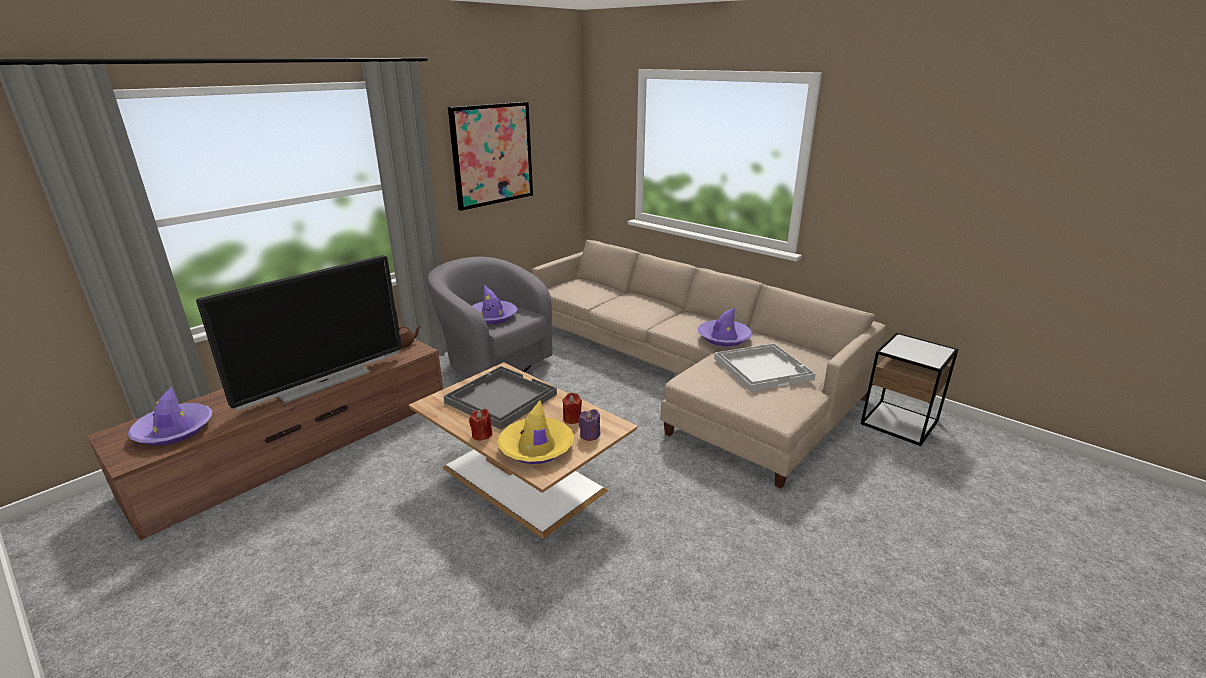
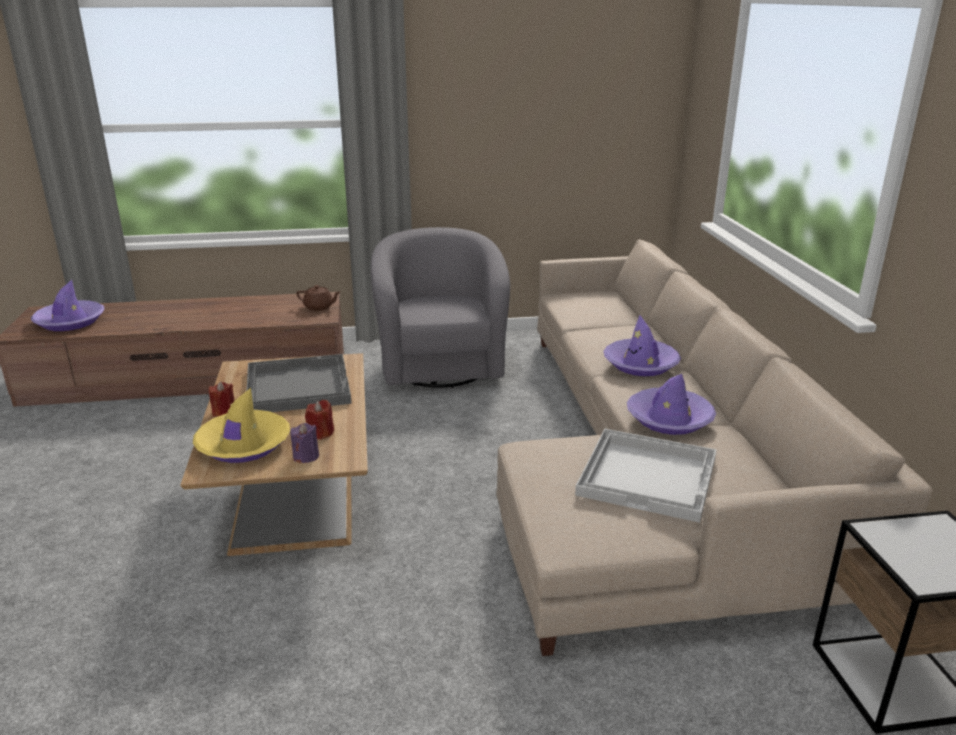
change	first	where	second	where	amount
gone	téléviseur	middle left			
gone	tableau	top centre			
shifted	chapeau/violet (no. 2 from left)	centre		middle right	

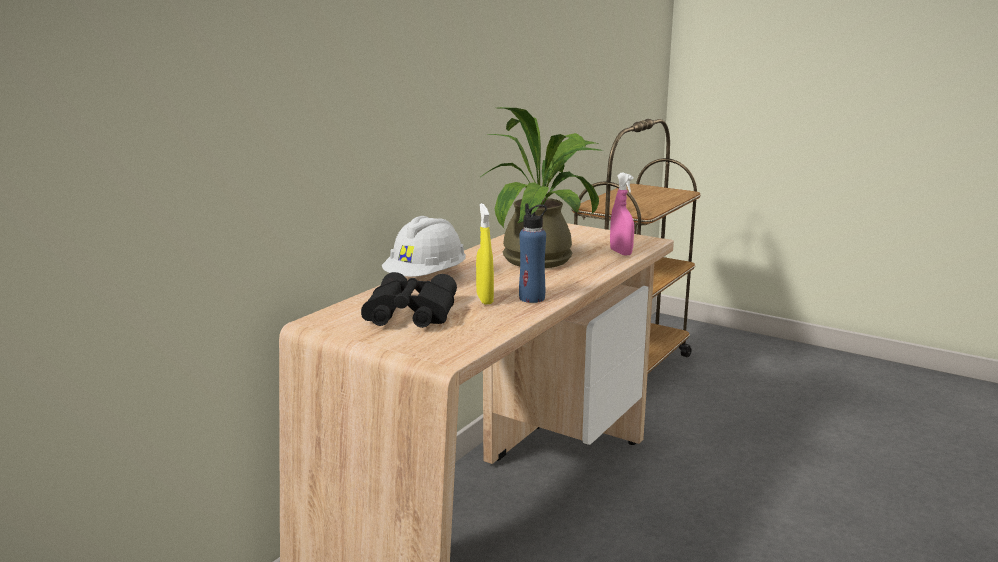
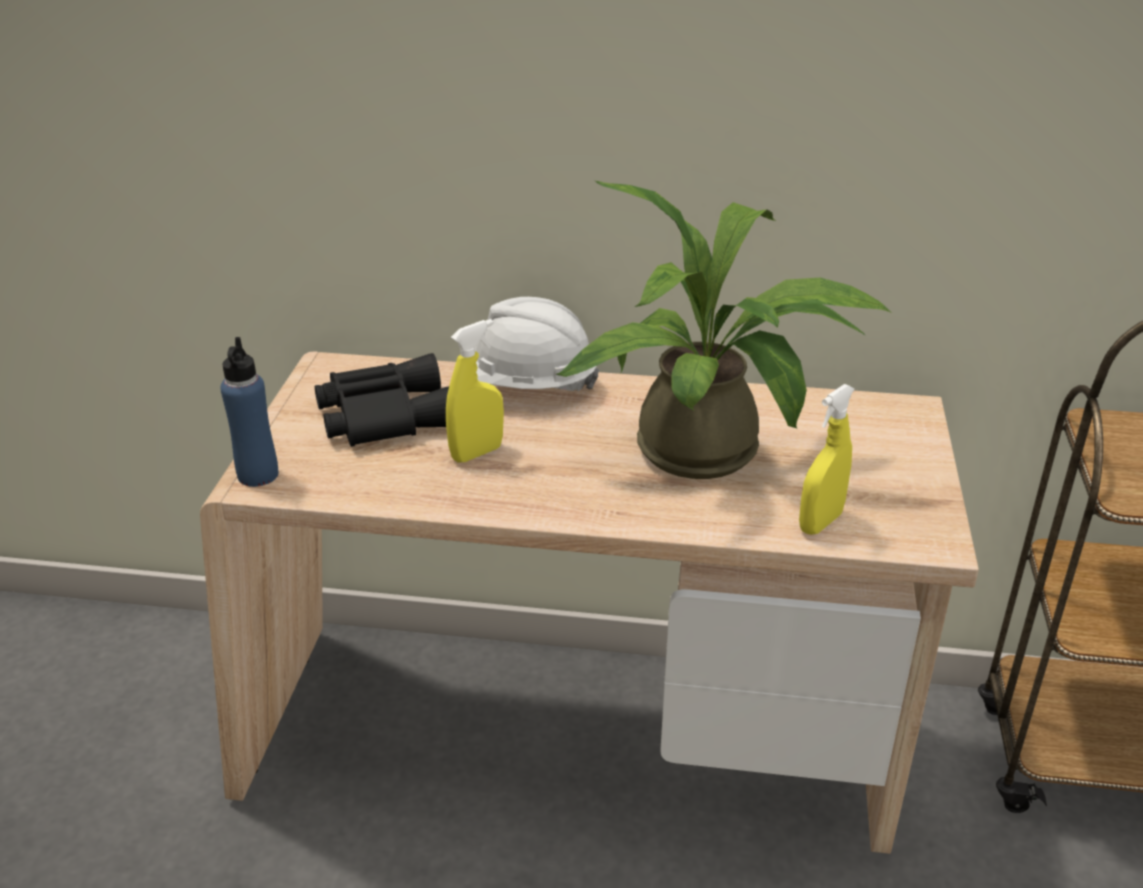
change	first	where	second	where	amount
shifted	bouteille/bleu	centre		middle left	
repainted	vaporisateur/rose	centre	vaporisateur/jaune (no. 2 from left)	middle right	

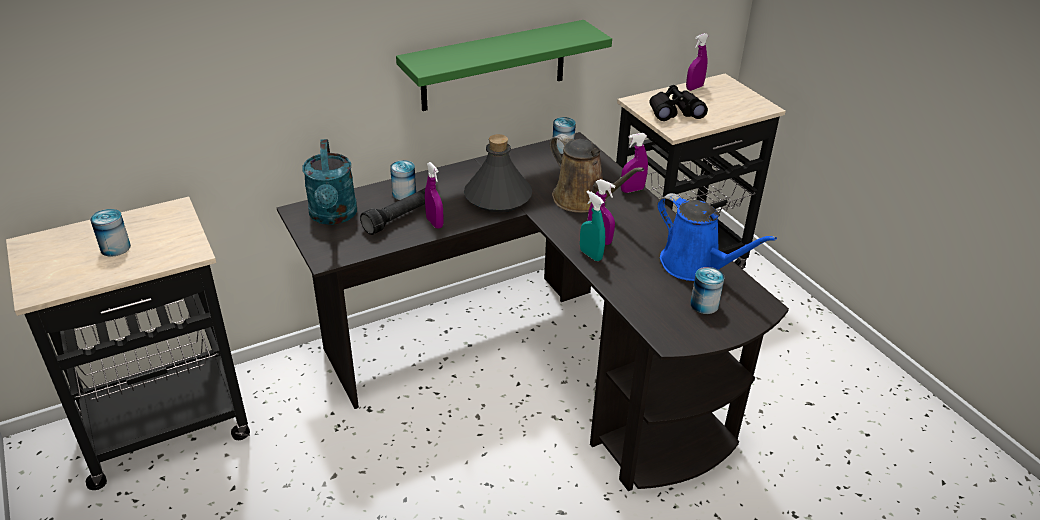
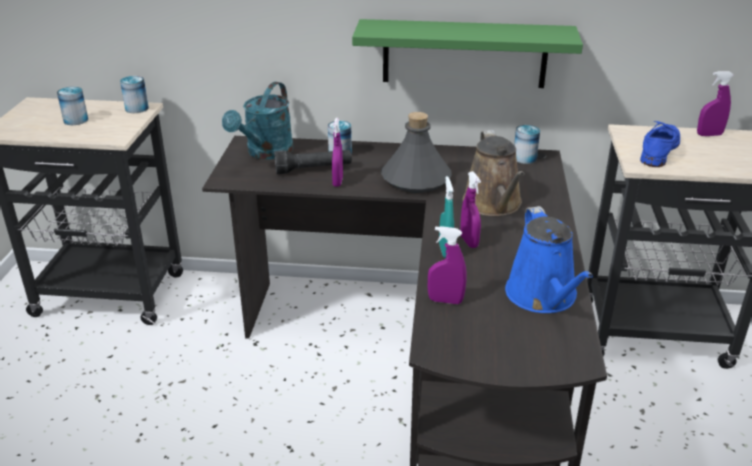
change	first	where	second	where	amount
shifted	vaporisateur/violet (no. 3 from left in the first image)	top centre	vaporisateur/violet (no. 2 from left)	centre	
swapped	jumelles/noir	top centre	chaussure/bleu	top right	
shifted	boîte métallique (no. 4 from left in the first image)	middle right	boîte métallique (no. 2 from left)	top left	

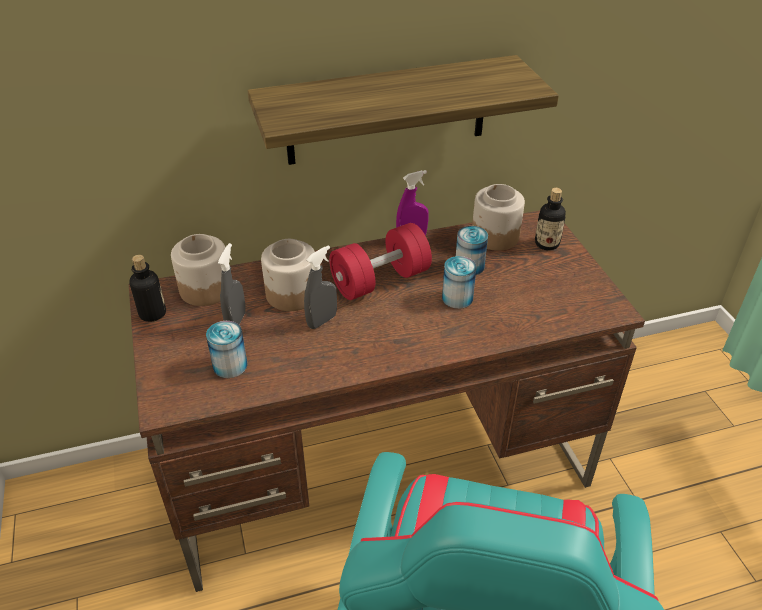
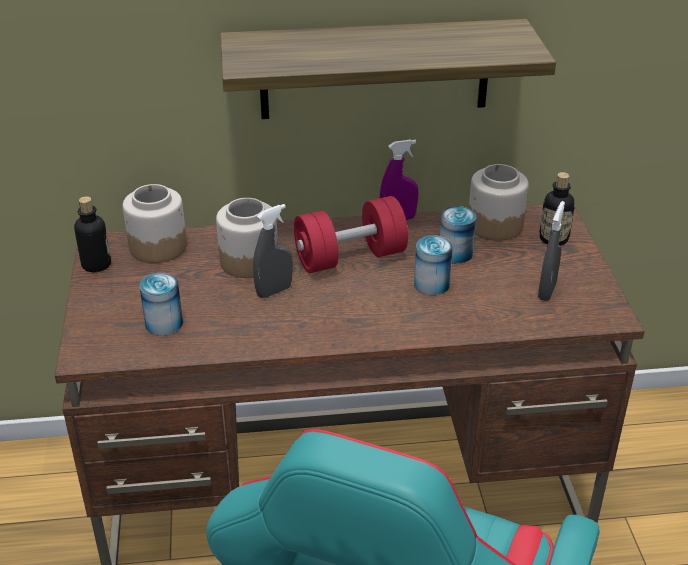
change	first	where	second	where	amount
shifted	vaporisateur/gris (no. 1 from left in the first image)	middle left	vaporisateur/gris (no. 2 from left)	middle right	

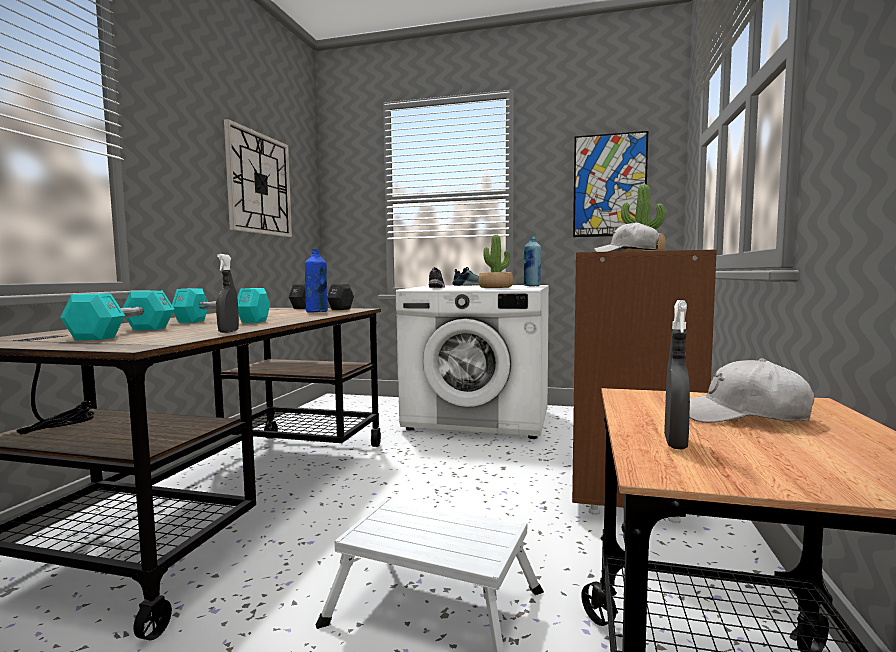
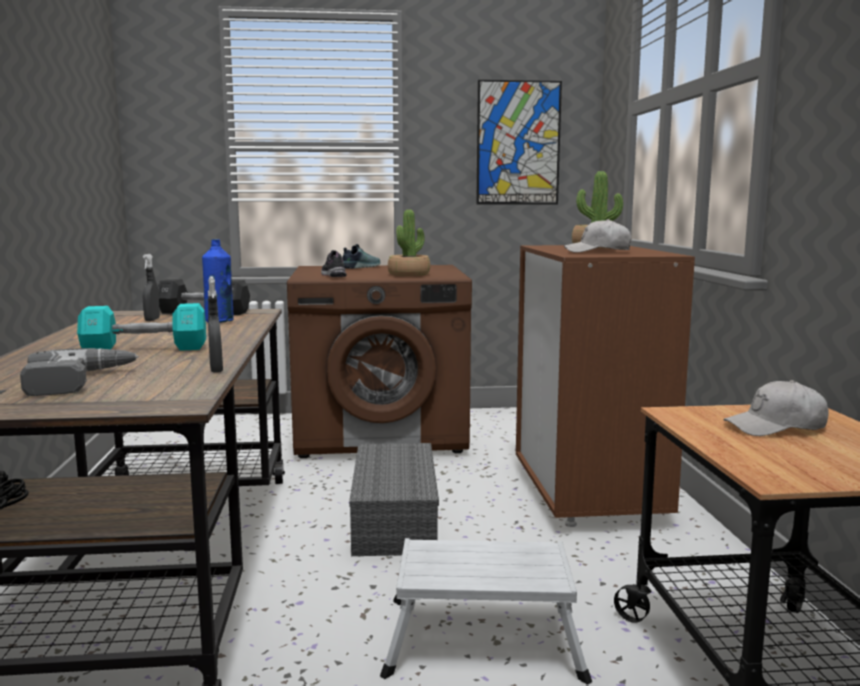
change	first	where	second	where	amount
swapped	haltère/turquoise (no. 1 from left)	middle left	perceuse	middle left	
gone	horloge murale	top left			
repainted	lave-linge/blanc	centre	lave-linge/marron	centre	
gone	bouteille/bleu (no. 2 from left)	centre			
shifted	vaporisateur/gris (no. 2 from left in the first image)	middle right	vaporisateur/gris (no. 1 from left)	middle left	
new			boîte de rangement/gris	bottom centre	

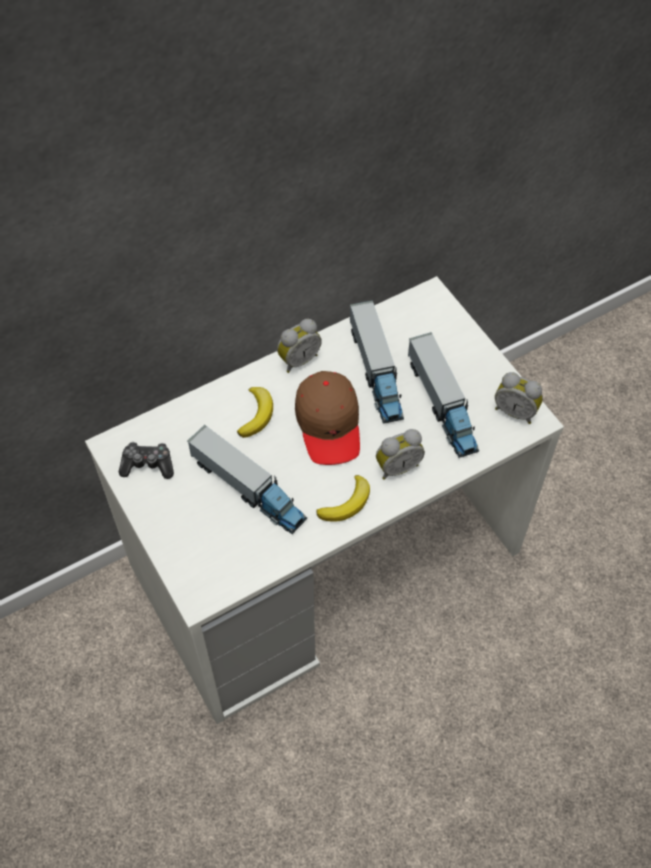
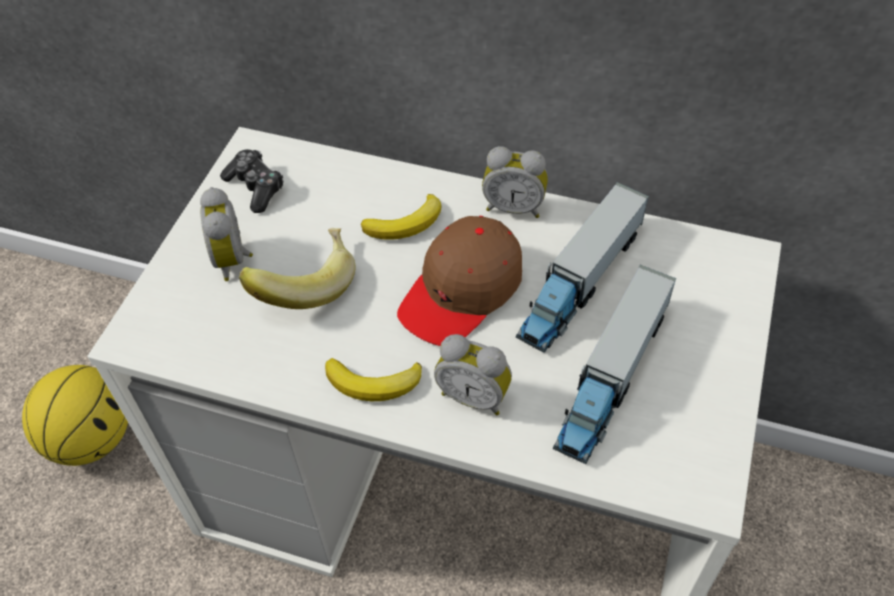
change	first	where	second	where	amount
swapped	camion jouet (no. 1 from left)	centre	banane (no. 1 from left)	middle left	
shifted	réveil (no. 3 from left in the first image)	middle right	réveil (no. 1 from left)	middle left	
new			ballon de basket	bottom left	

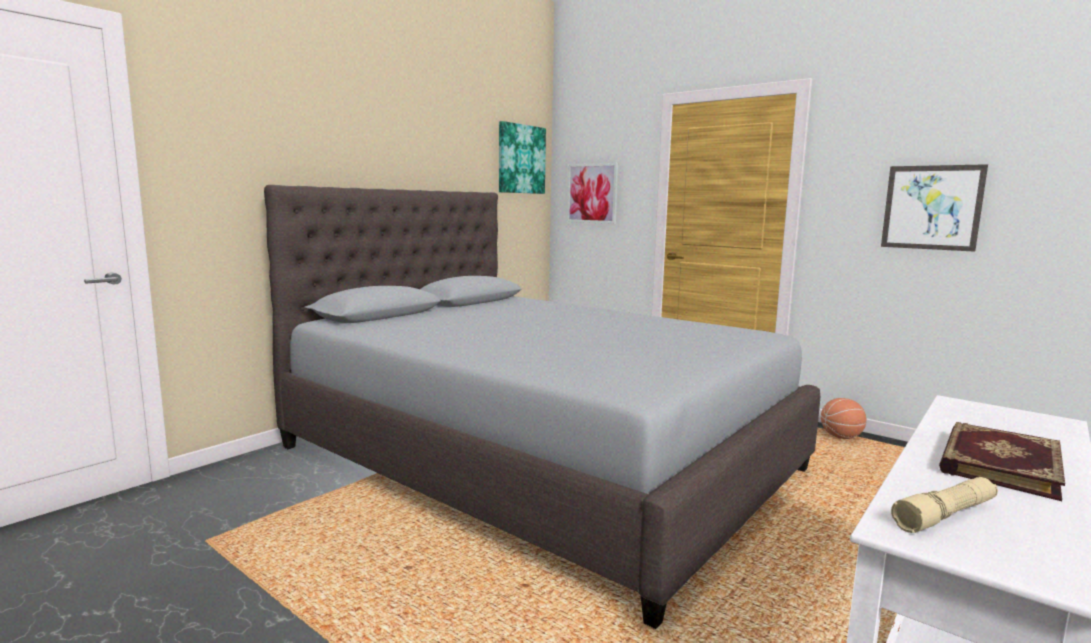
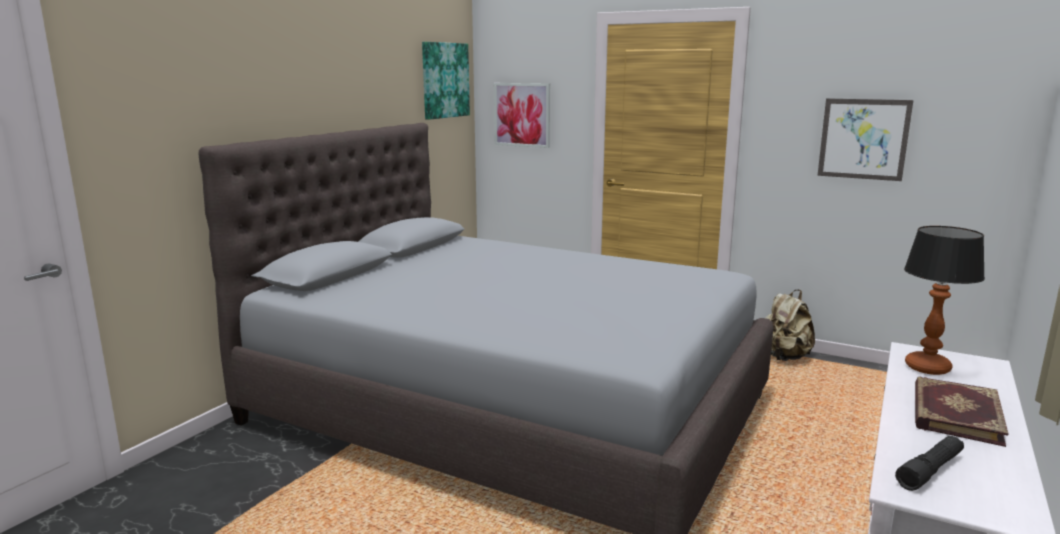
change	first	where	second	where	amount
swapped	ballon de basket	middle right	sac à dos/beige	middle right	
repainted	lampe de poche/beige	bottom right	lampe de poche/noir	bottom right	
new			lampe de table	middle right	

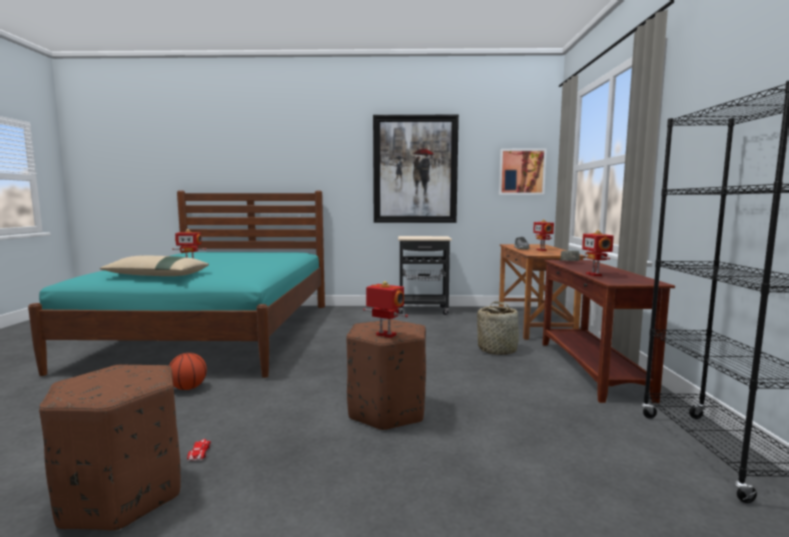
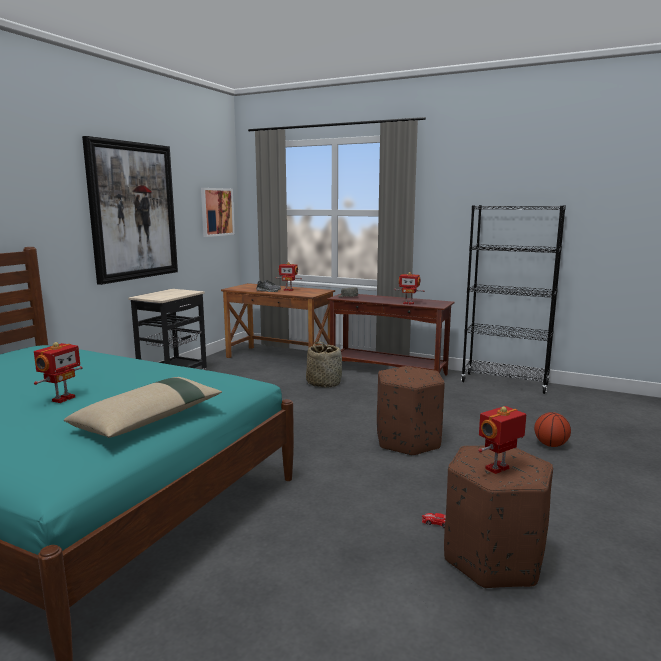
change	first	where	second	where	amount
shifted	ballon de basket	bottom left		middle right	
shifted	robot jouet (no. 2 from left in the first image)	centre	robot jouet (no. 4 from left)	middle right	

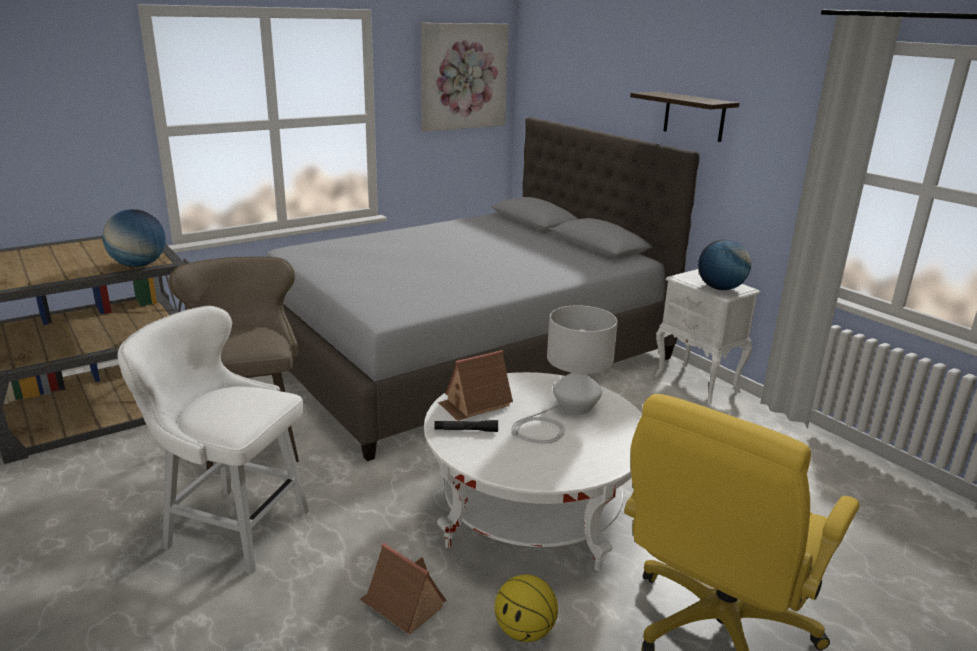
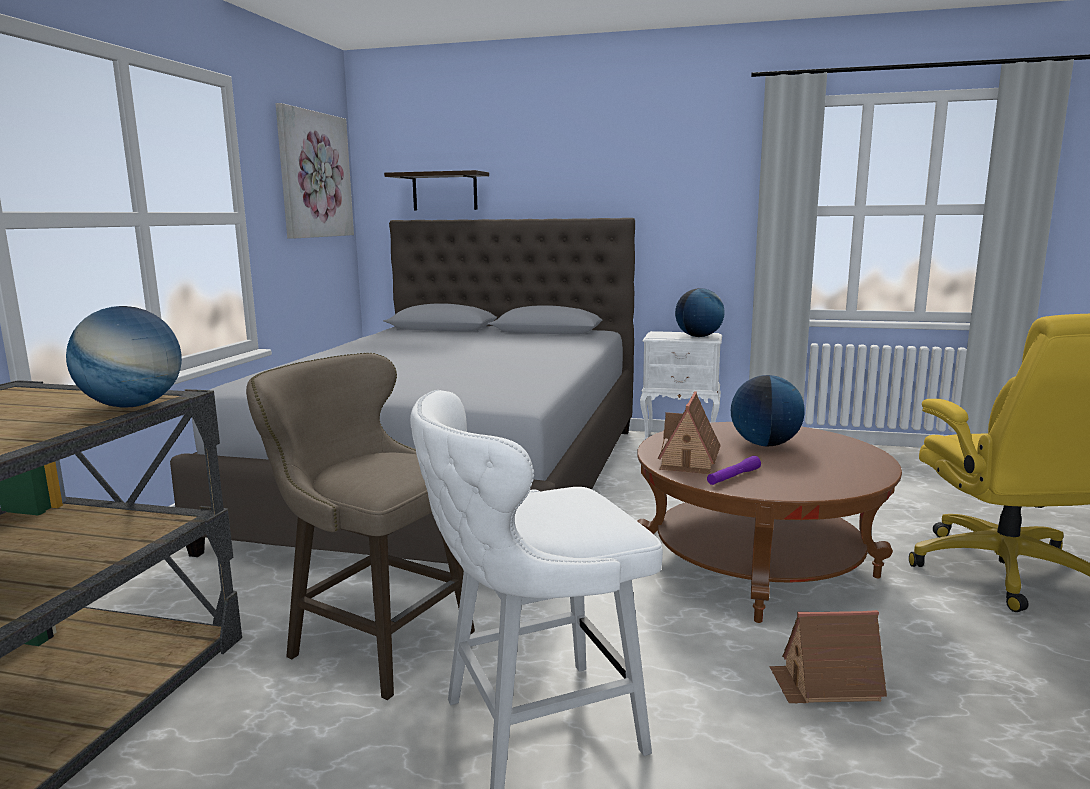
change	first	where	second	where	amount
repainted	table basse/blanc	bottom centre	table basse/marron	middle right	
repainted	lampe de poche/noir	centre	lampe de poche/violet	middle right	
gone	ballon de basket	bottom centre			
swapped	lampe de table/blanc	centre	globe (no. 3 from left)	middle right	
shifted	étagère	top right		top centre	

